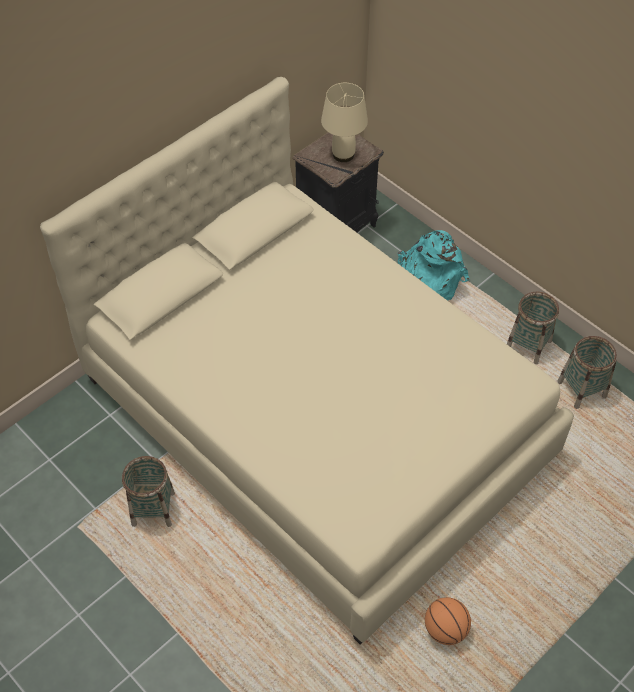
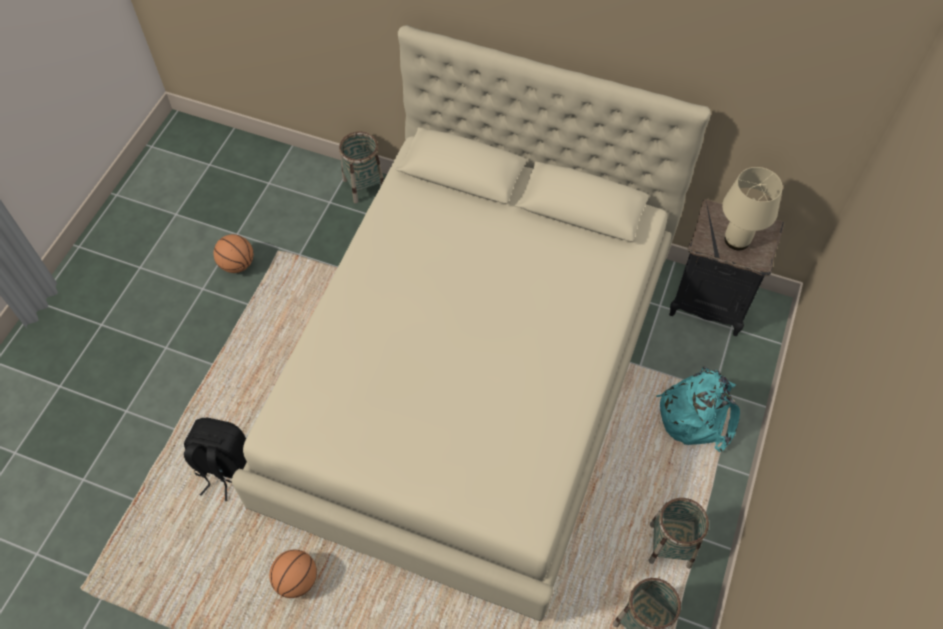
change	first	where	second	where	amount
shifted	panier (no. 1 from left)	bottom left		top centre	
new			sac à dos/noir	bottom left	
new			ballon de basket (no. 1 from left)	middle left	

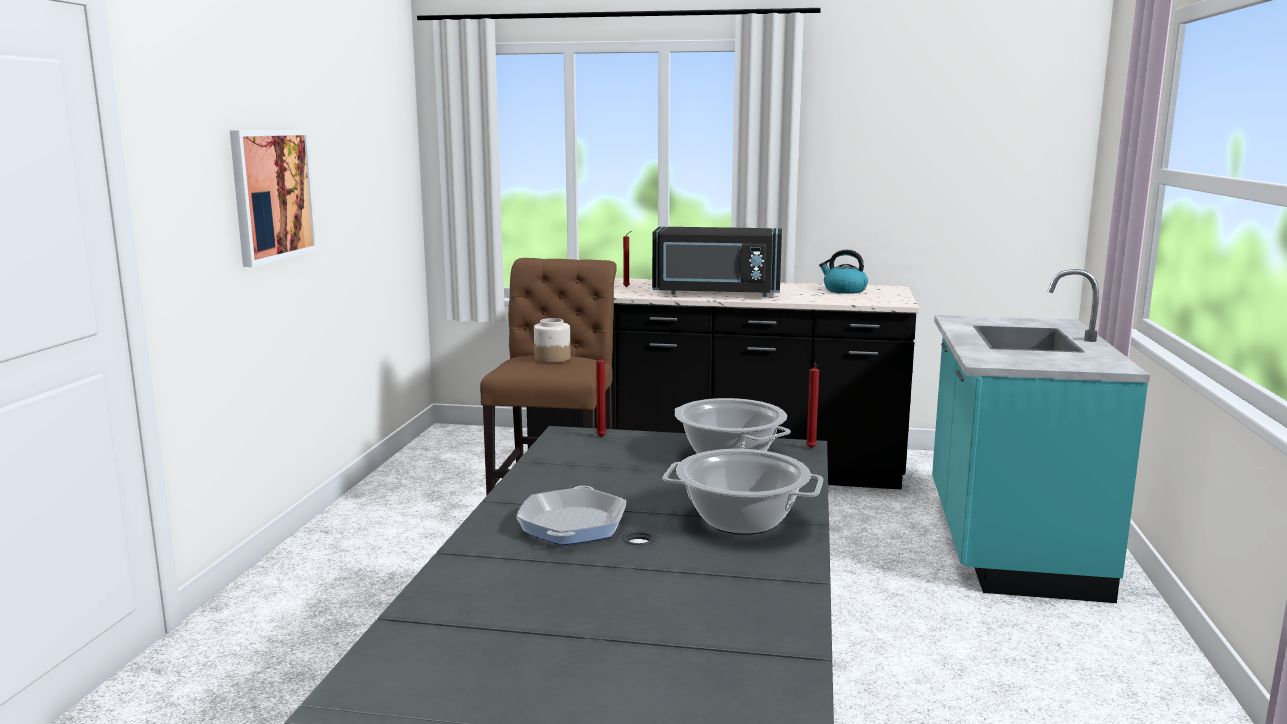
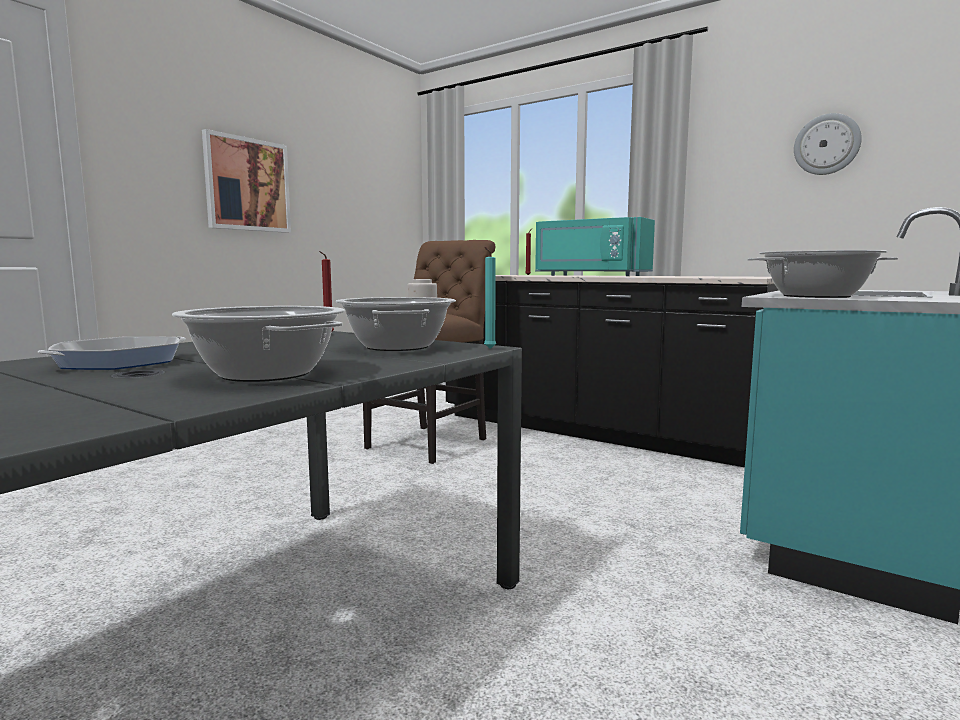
change	first	where	second	where	amount
repainted	micro-ondes/noir	centre	micro-ondes/turquoise	centre	
repainted	bougie/rouge (no. 3 from left)	centre	bougie/turquoise	centre	
gone	bouilloire	centre			
new			marmite (no. 3 from left)	middle right	
new			horloge murale	top right	

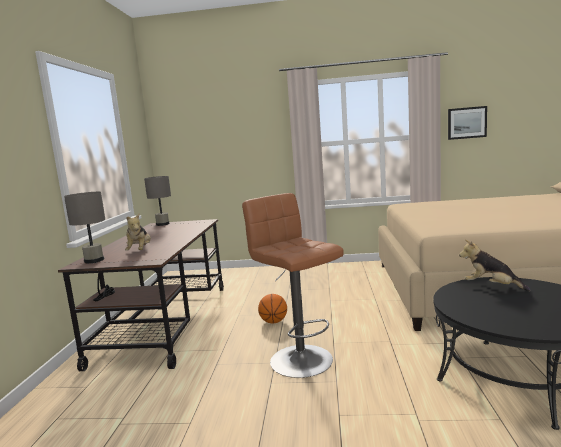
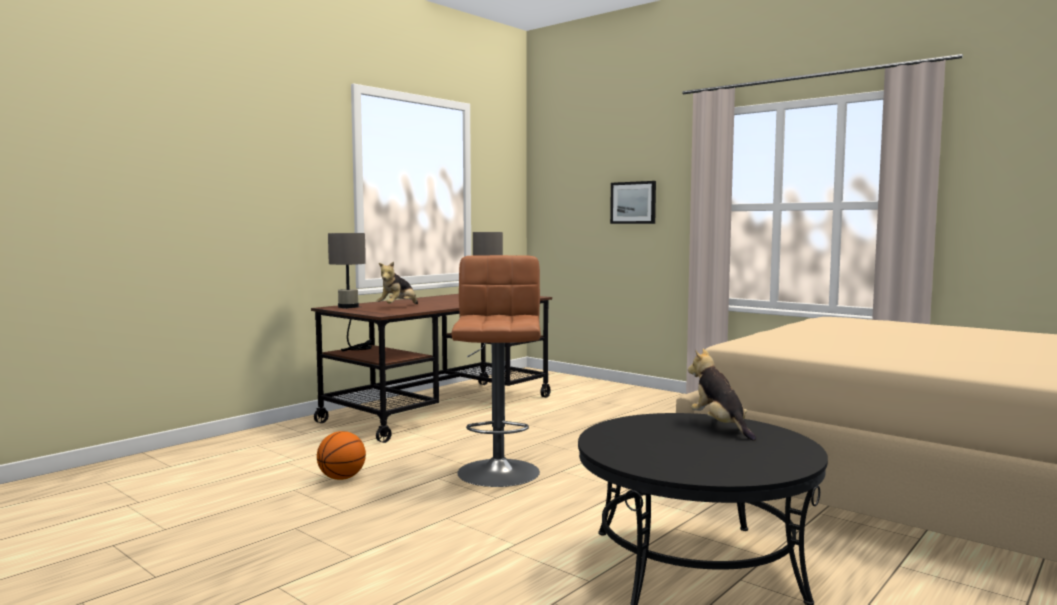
change	first	where	second	where	amount
shifted	ballon de basket	bottom centre		bottom left	
shifted	tableau	top right		centre	

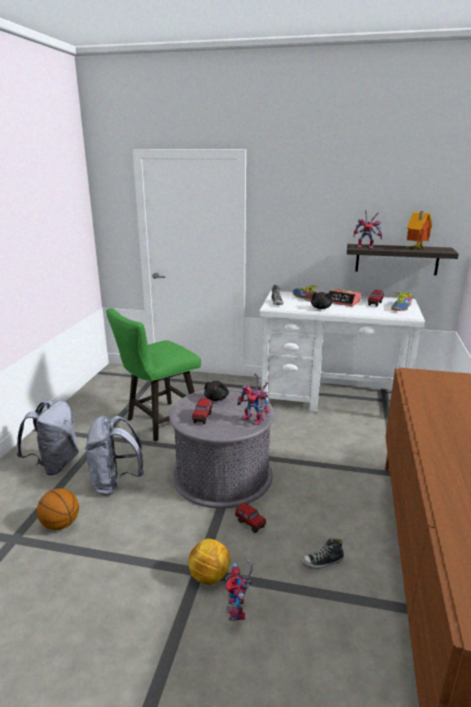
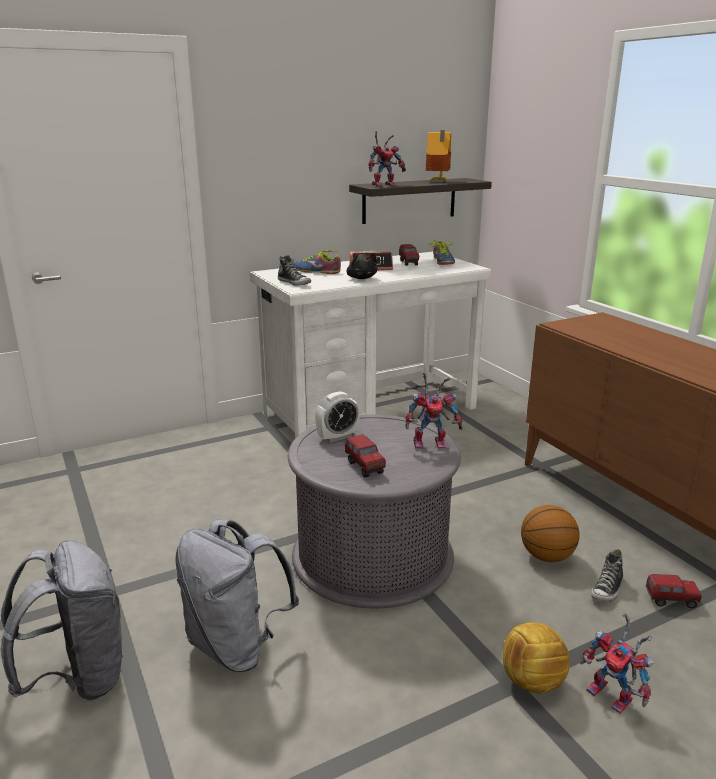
change	first	where	second	where	amount
shifted	ballon de basket	bottom left		bottom right	
gone	chaise/vert	middle left			
swapped	peluche/noir (no. 1 from left)	centre	réveil (no. 1 from left)	centre	
shifted	camion jouet (no. 2 from left in the first image)	bottom centre	camion jouet (no. 3 from left)	bottom right	

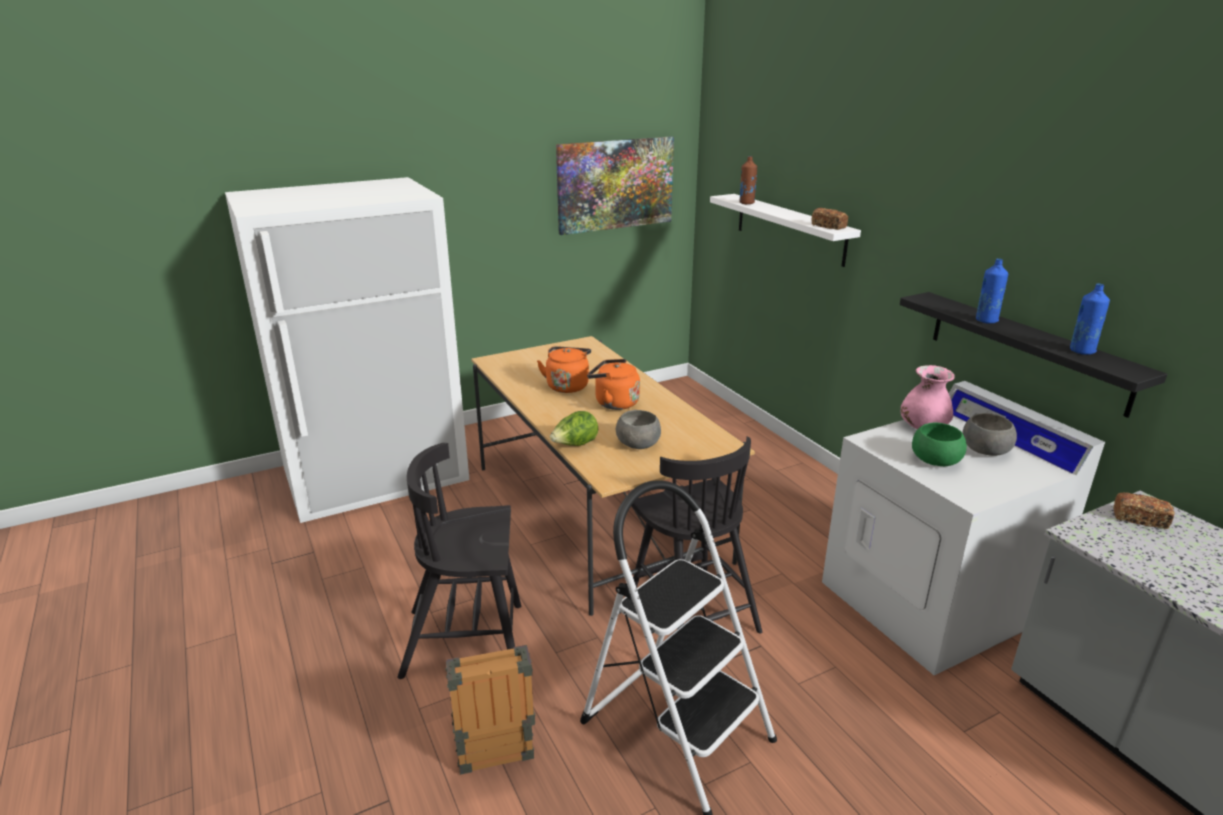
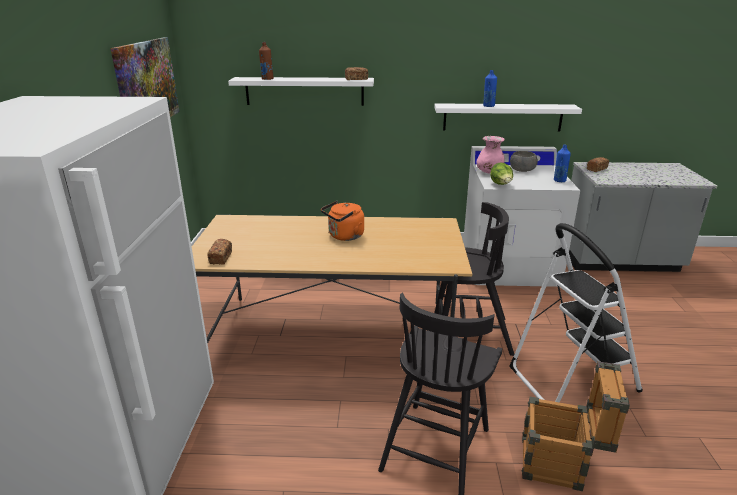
change	first	where	second	where	amount
gone	bouilloire/orange (no. 1 from left)	centre			
shifted	laitue	centre		middle right	
gone	bol/gris (no. 1 from left)	centre			
repainted	étagère/noir	middle right	étagère/blanc (no. 2 from left)	top right	
gone	bol/vert	middle right			
shifted	bouteille/bleu (no. 2 from left)	middle right		top right	
new			pain (no. 1 from left)	middle left	

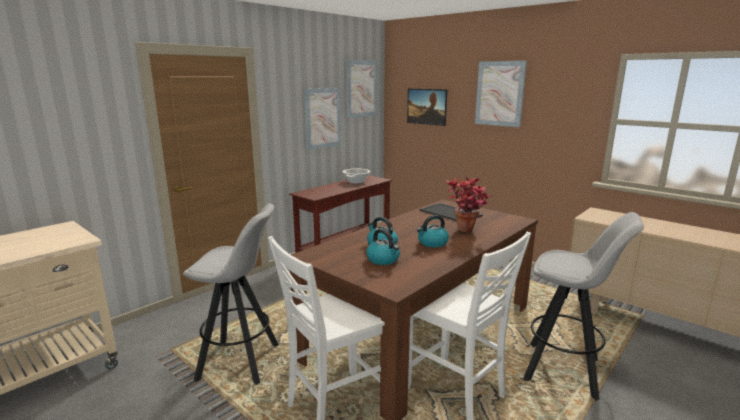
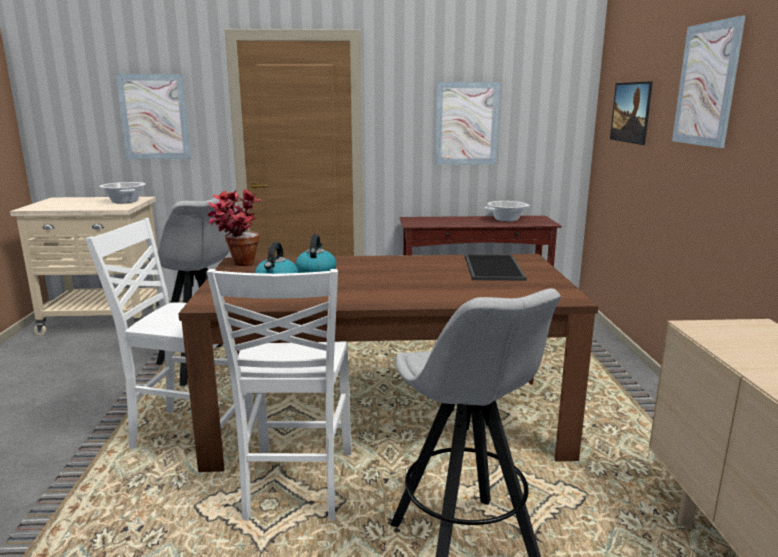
change	first	where	second	where	amount
shifted	tableau (no. 2 from left in the first image)	top centre	tableau (no. 1 from left)	top left	
gone	bouilloire (no. 3 from left)	centre			
shifted	plante en pot	centre		middle left	
new			marmite (no. 1 from left)	middle left	

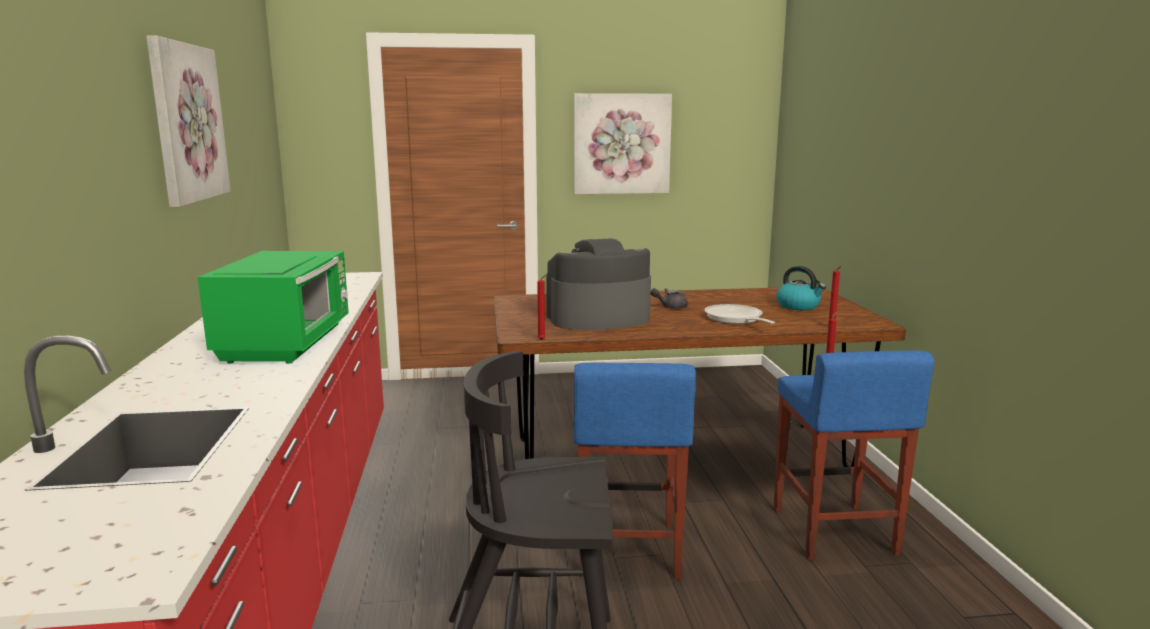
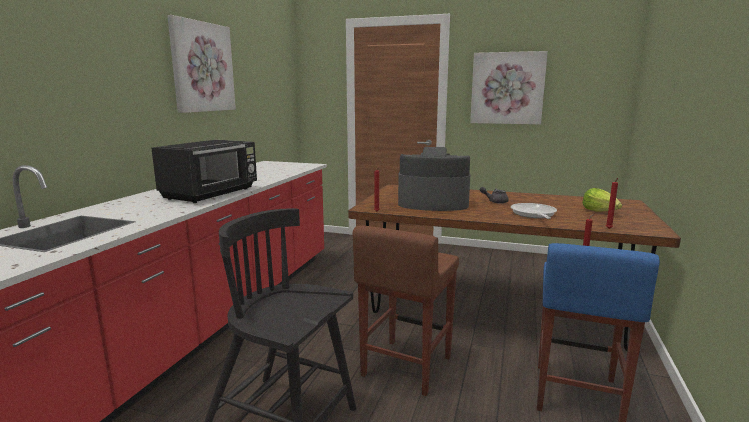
change	first	where	second	where	amount
repainted	micro-ondes/vert	middle left	micro-ondes/noir	middle left	
repainted	tabouret/bleu (no. 1 from left)	bottom centre	tabouret/marron	bottom centre	
swapped	bouilloire	middle right	laitue	middle right	

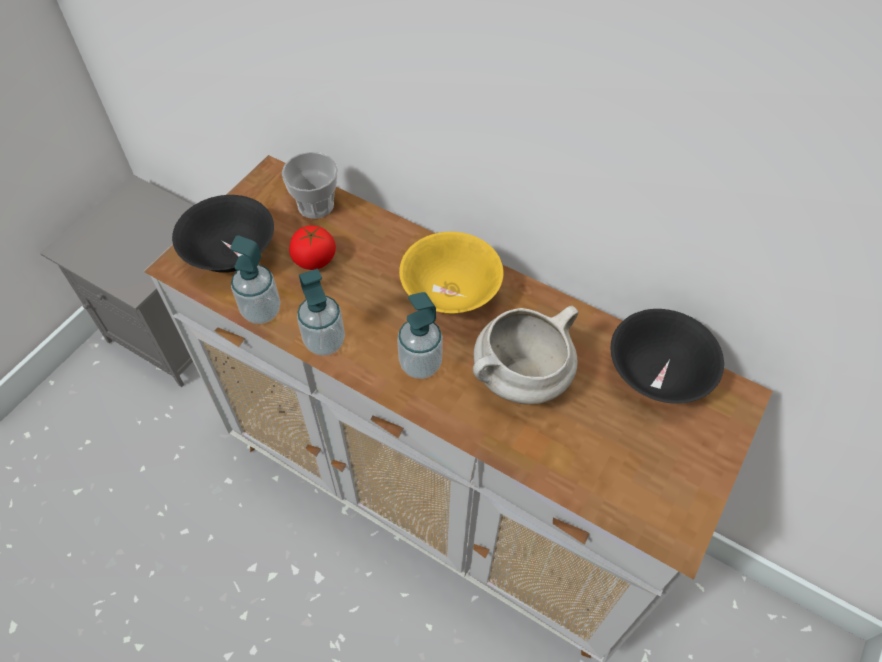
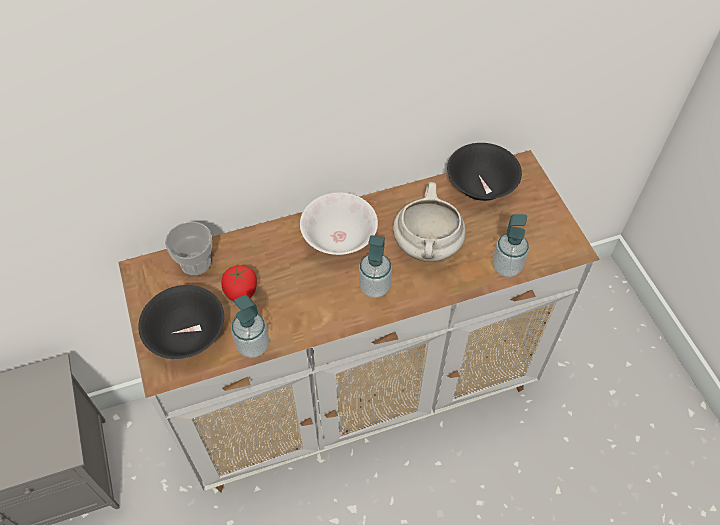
change	first	where	second	where	amount
shifted	distributeur de savon (no. 2 from left in the first image)	centre	distributeur de savon (no. 3 from left)	middle right	
repainted	bol/jaune	centre	bol/blanc	centre	

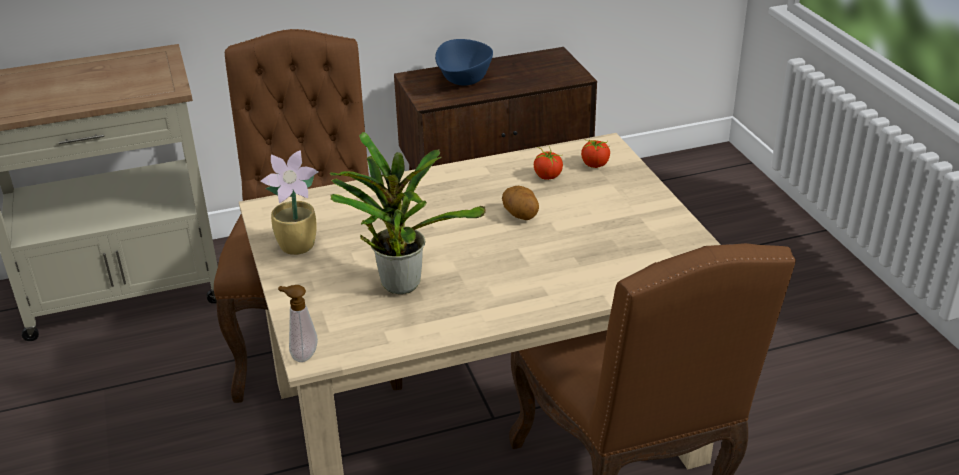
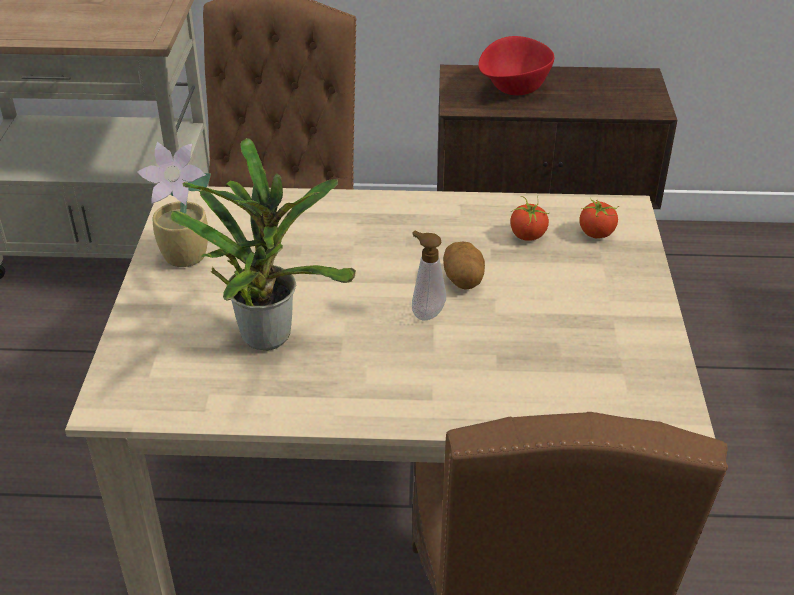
change	first	where	second	where	amount
shifted	distributeur de savon	bottom left		centre	
repainted	bol/bleu	top centre	bol/rouge	top centre	

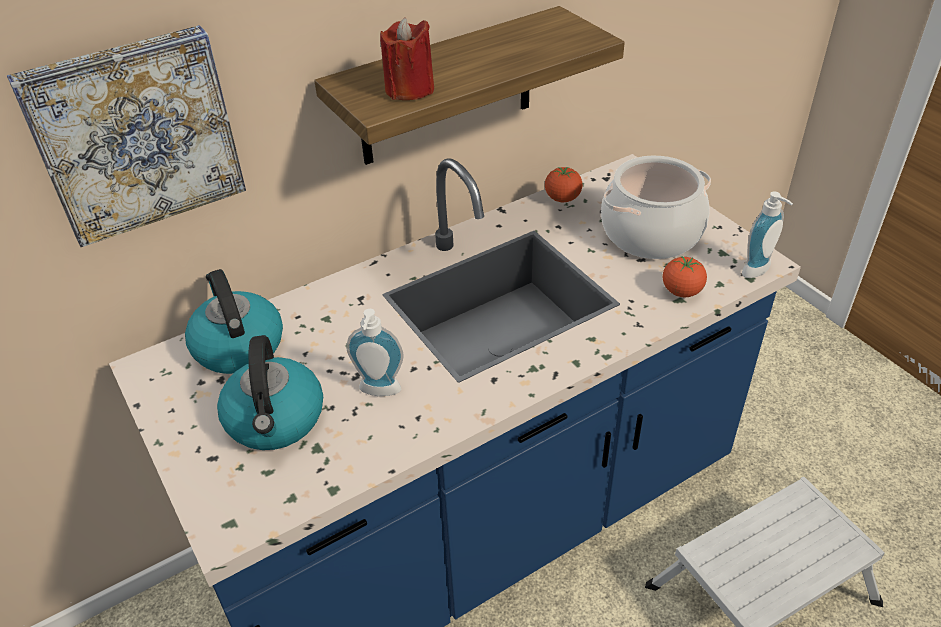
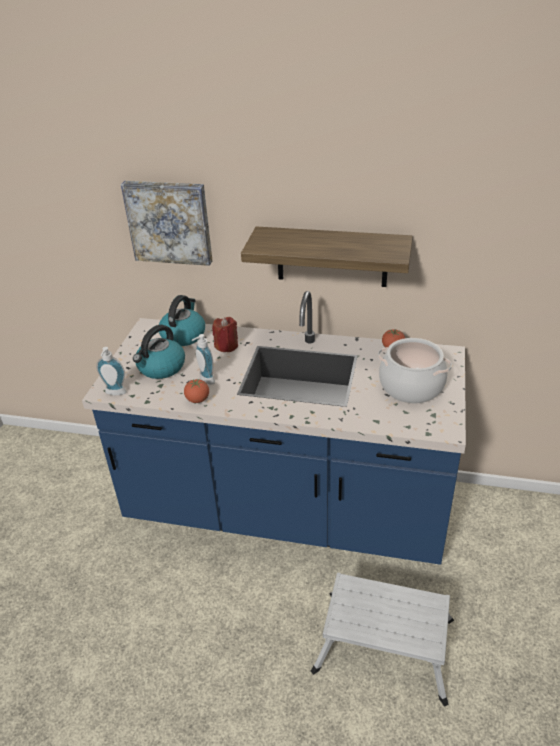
change	first	where	second	where	amount
shifted	bougie/rouge	top centre		centre	
shifted	tomate (no. 2 from left in the first image)	middle right	tomate (no. 1 from left)	centre	
shifted	distributeur de savon (no. 2 from left in the first image)	middle right	distributeur de savon (no. 1 from left)	middle left	

